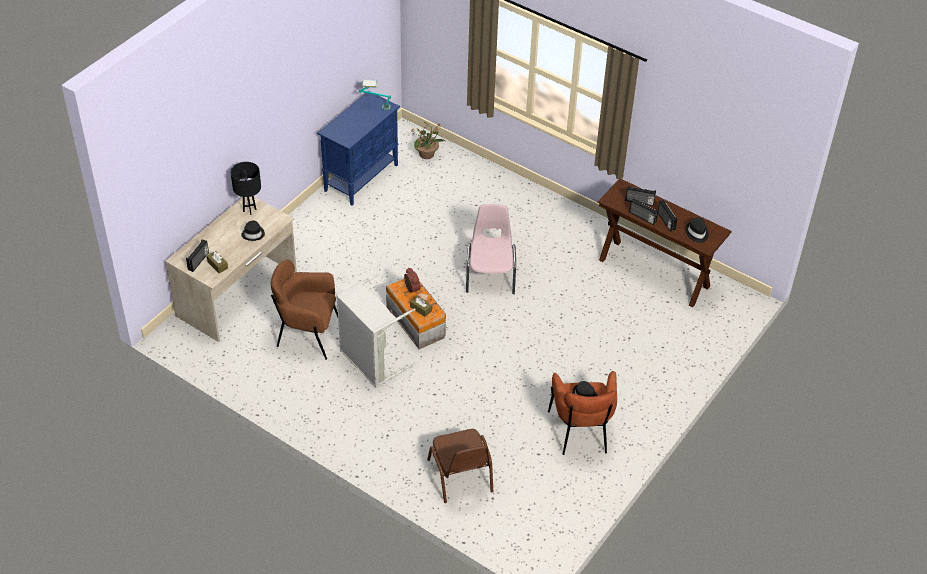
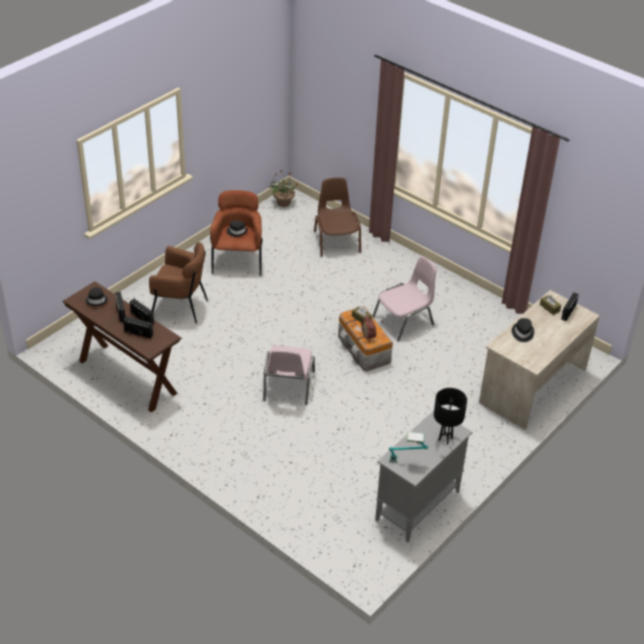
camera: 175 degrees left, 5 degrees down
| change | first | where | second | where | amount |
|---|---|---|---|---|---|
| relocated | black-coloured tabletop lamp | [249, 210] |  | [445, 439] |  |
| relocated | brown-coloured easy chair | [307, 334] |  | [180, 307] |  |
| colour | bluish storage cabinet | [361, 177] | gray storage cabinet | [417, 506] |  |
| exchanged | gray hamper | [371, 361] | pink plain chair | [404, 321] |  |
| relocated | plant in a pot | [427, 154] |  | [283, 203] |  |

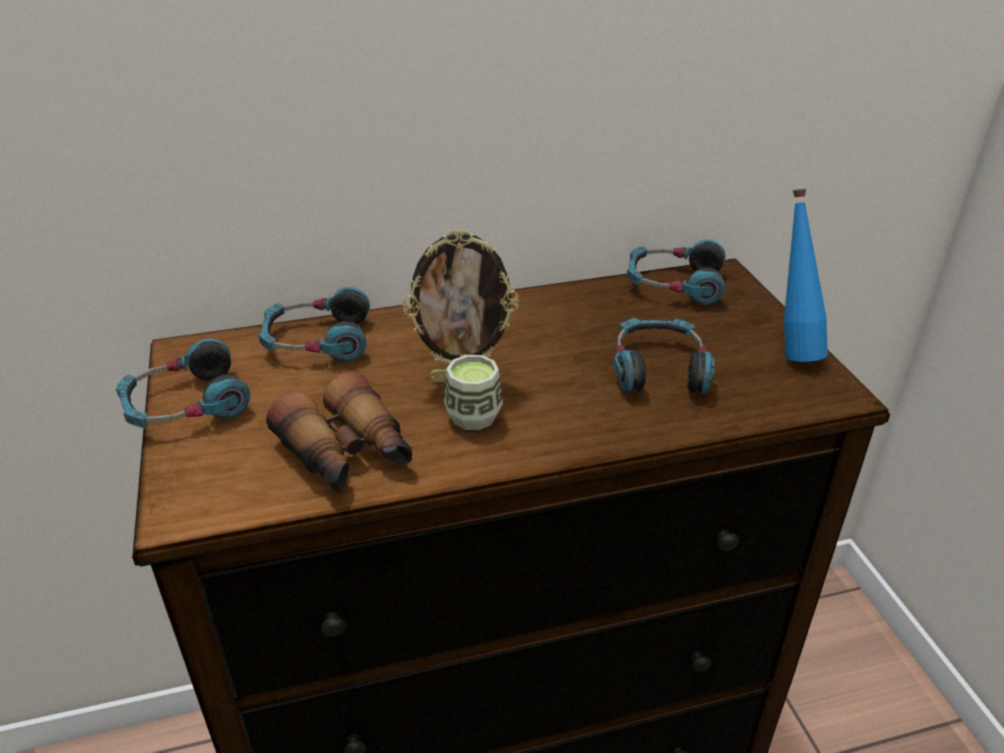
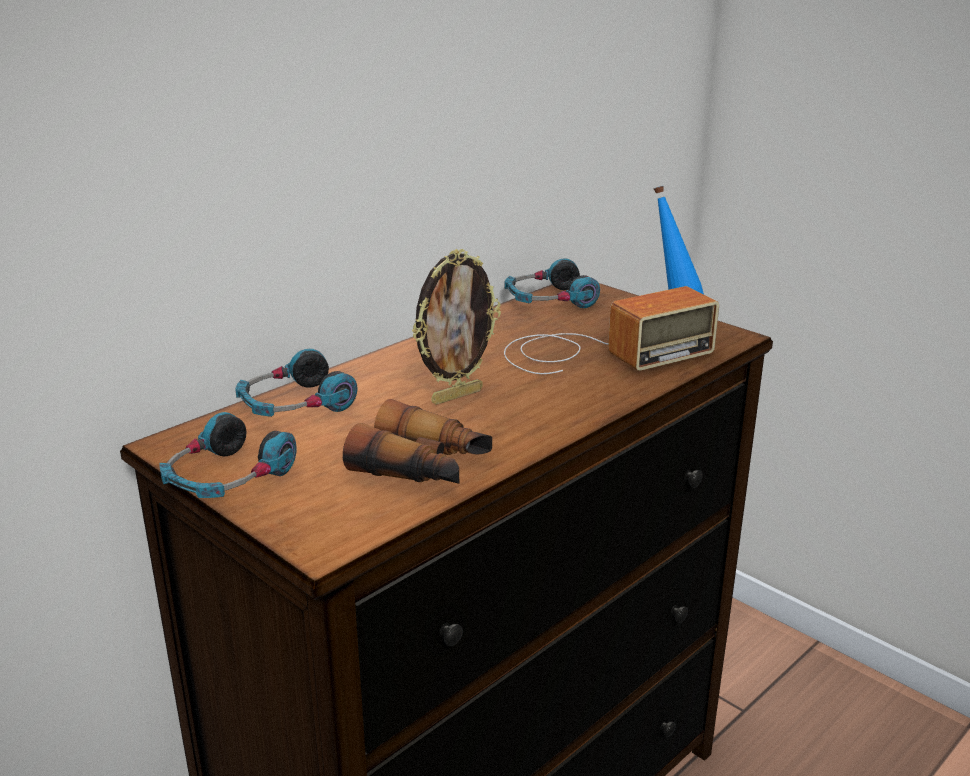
camera: 30 degrees left, 10 degrees down
| change | first | where | second | where | amount |
|---|---|---|---|---|---|
| missing | drinking cup | [473, 416] |  |  |  |
| exchanged | pair of headphones | [659, 368] | radio set | [598, 352] |  |

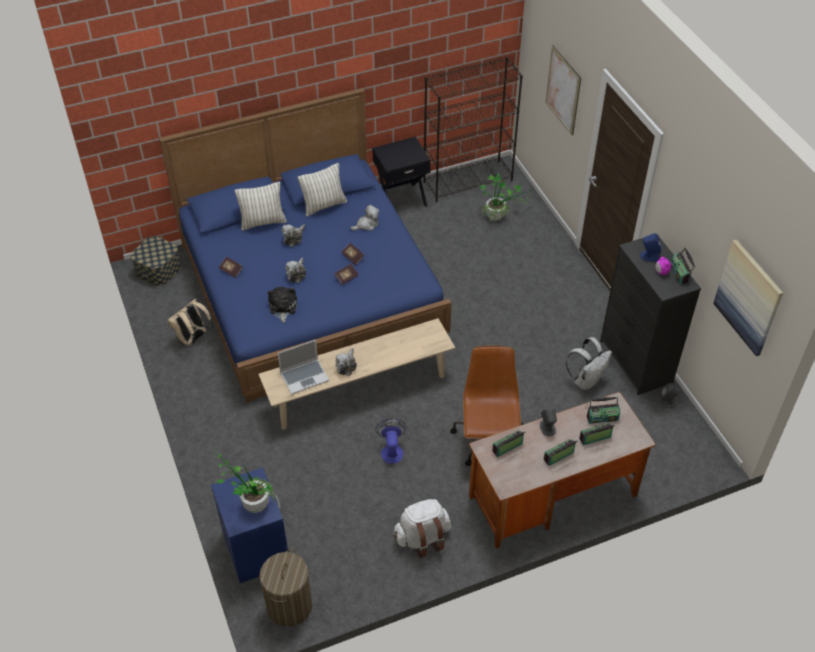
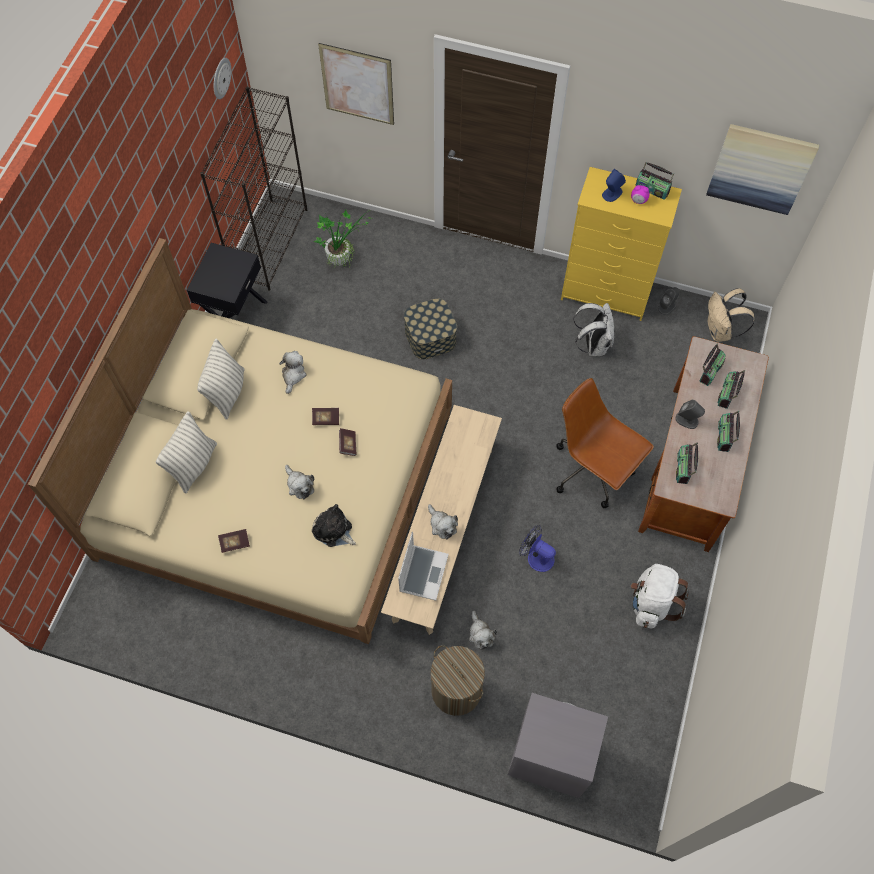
camera: 50 degrees left, 15 degrees up
| change | first | where | second | where | amount |
|---|---|---|---|---|---|
| relocated | storage box | [158, 270] |  | [430, 337] |  |
| colour | bluish bed | [310, 290] | sand-coloured bed | [276, 483] |  |
| relocated | sand-coloured backpack | [193, 338] |  | [720, 331] |  |
| colour | bluish night table | [256, 548] | gray night table | [551, 755] |  |
| missing | plant in a pot | [251, 503] |  |  |  |
| relocated | hamper | [289, 606] |  | [456, 690] |  |
| relocated | plush toy | [293, 238] |  | [480, 634] |  |
| colour | black-coloured dresser | [636, 362] | yellow-coloured dresser | [606, 293] |  |
| appeared |  |  | clock on the wall | [221, 78] |  |

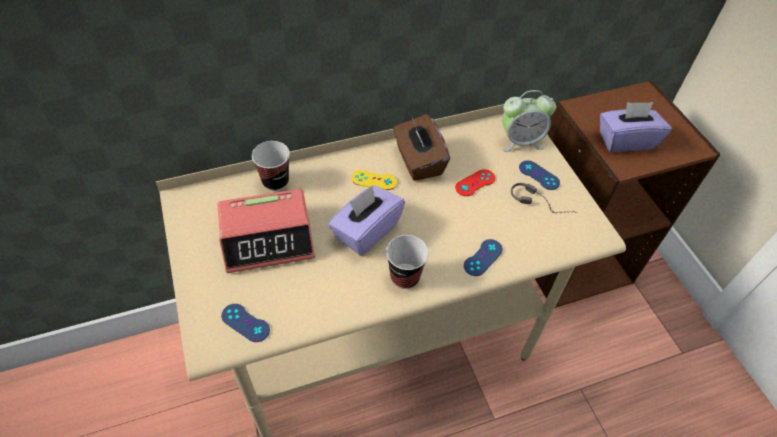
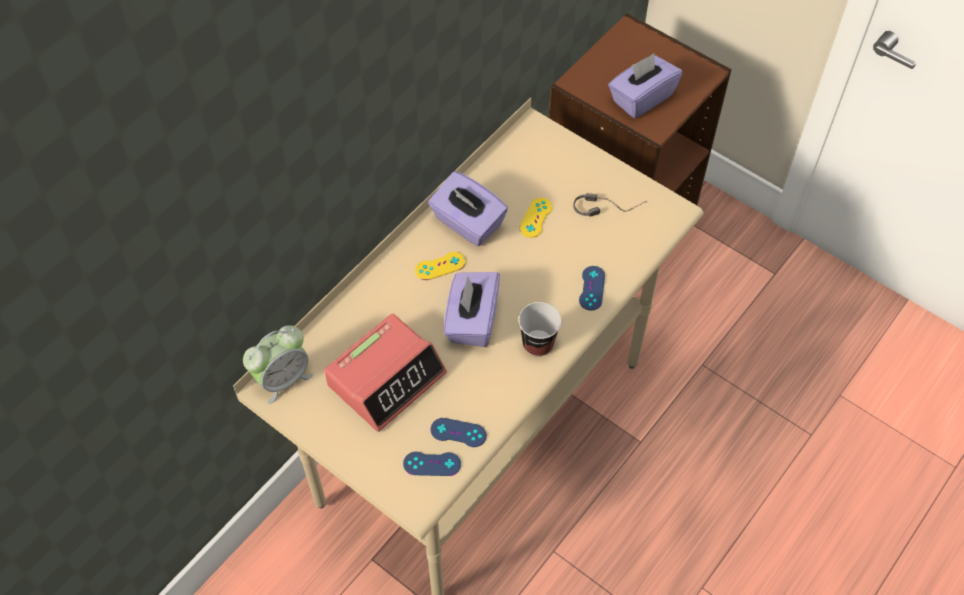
camera: 30 degrees left, 5 degrees up
| change | first | where | second | where | amount |
|---|---|---|---|---|---|
| missing | drinking cup | [275, 181] |  |  |  |
| colour | brown-coloured tissue holder | [418, 161] | purple-coloured tissue holder | [467, 223] |  |
| colour | reddish game controller | [475, 183] | yellow-coloured game controller | [536, 218] |  |
| relocated | alarm clock | [520, 141] |  | [282, 379] |  |
| relocated | bluish game controller | [539, 175] |  | [458, 432] |  |

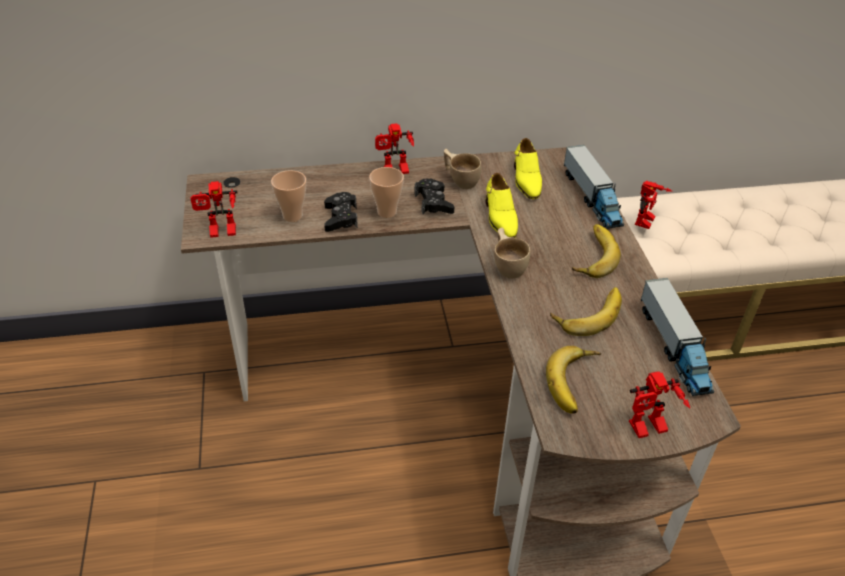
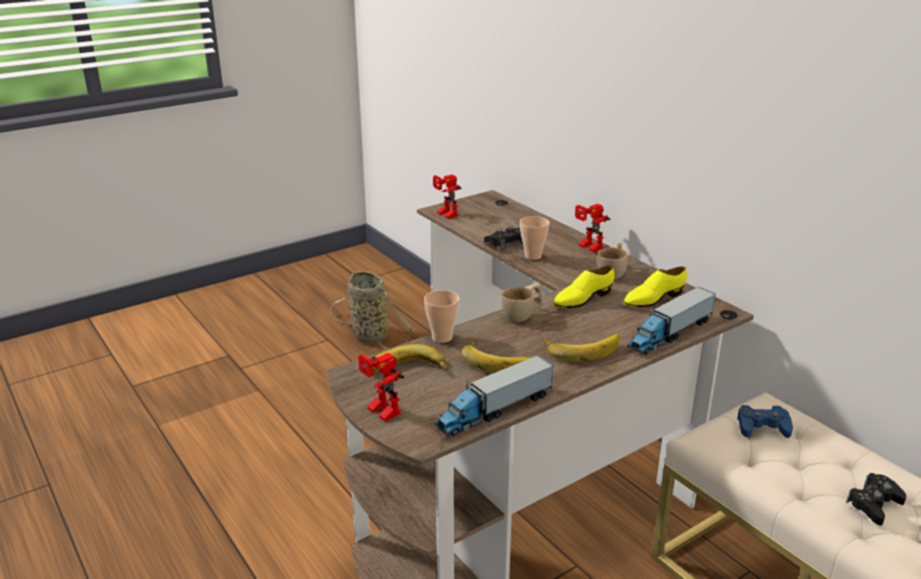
camera: 65 degrees right, 15 degrees down
| change | first | where | second | where | amount |
|---|---|---|---|---|---|
| relocated | drinking cup | [292, 216] |  | [442, 337] |  |
| relocated | black-coloured game controller | [433, 203] |  | [874, 504] |  |
| exchanged | toy robot | [647, 223] | bluish game controller | [762, 427] |  |
| appeared |  |  | basket | [368, 334] |  |

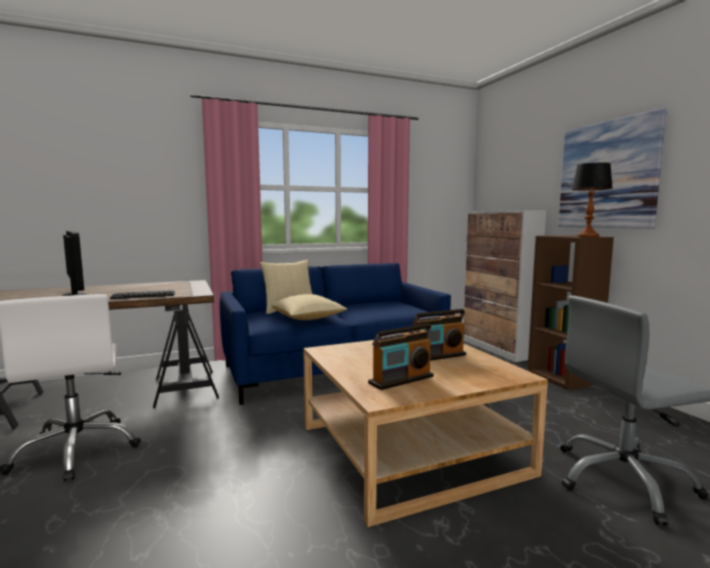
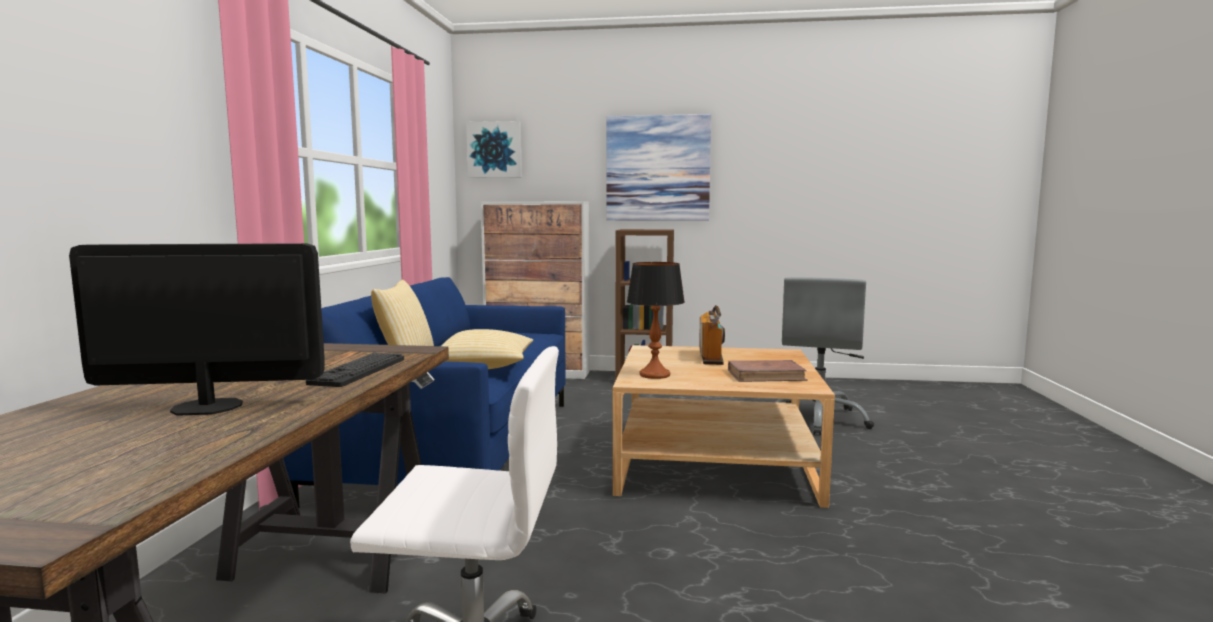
camera: 60 degrees left, 0 degrees up
| change | first | where | second | where | amount |
|---|---|---|---|---|---|
| exchanged | radio set | [401, 380] | brown-coloured book | [766, 375] |  |
| relocated | tabletop lamp | [587, 236] |  | [654, 375] |  |
| appeared |  |  | picture | [494, 150] |  |

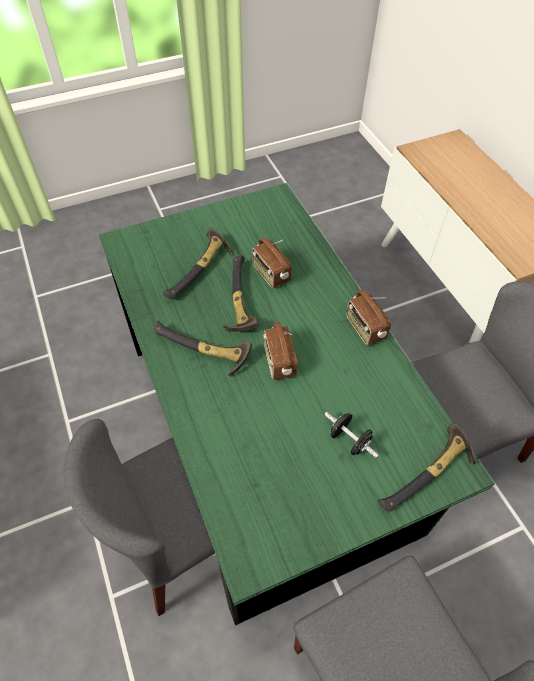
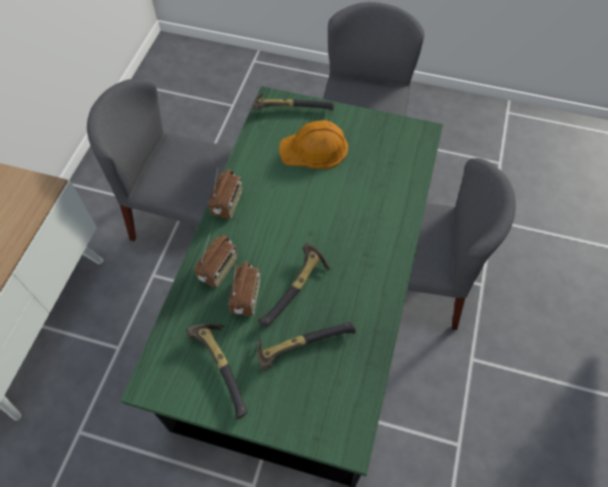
camera: 140 degrees left, 5 degrees up
| change | first | where | second | where | amount |
|---|---|---|---|---|---|
| relocated | tool hammer | [203, 352] |  | [223, 367] |  |
| relocated | radio set | [278, 362] |  | [219, 269] |  |
| exchanged | black-coloured free weight | [349, 440] | orange work helmet | [314, 149] |  |

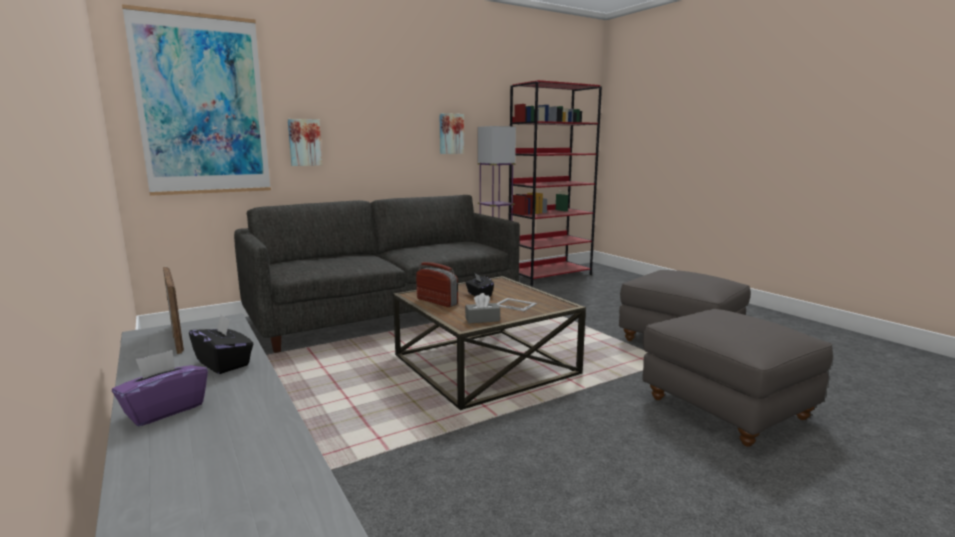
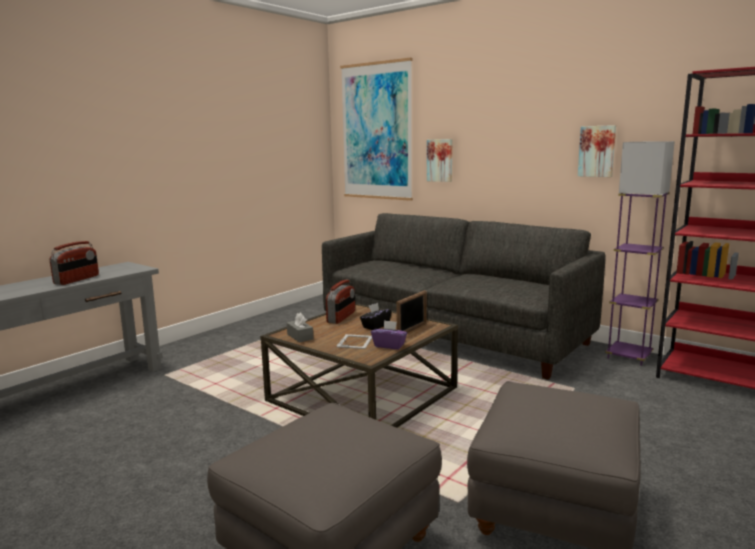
camera: 70 degrees right, 0 degrees up
| change | first | where | second | where | amount |
|---|---|---|---|---|---|
| relocated | purple-coloured tissue holder | [165, 410] |  | [389, 345] |  |
| relocated | picture frame | [177, 338] |  | [412, 330] |  |
| exchanged | black-coloured tissue holder | [224, 363] | radio set | [77, 280] |  |

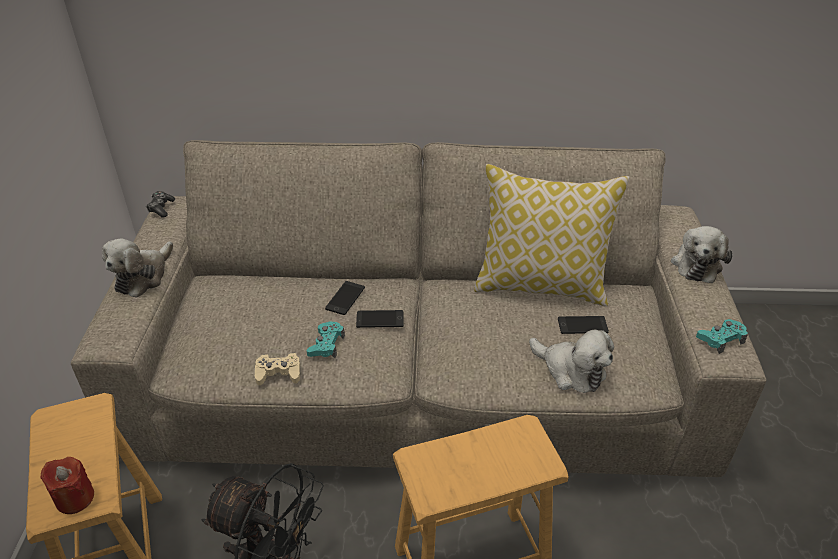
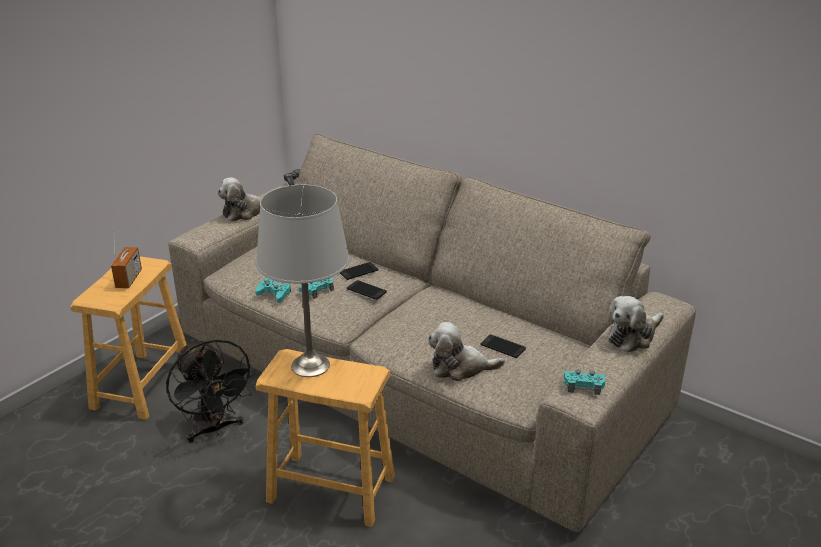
camera: 35 degrees right, 10 degrees down
| change | first | where | second | where | amount |
|---|---|---|---|---|---|
| missing | reddish wax light | [75, 498] |  |  |  |
| colour | sand-coloured game controller | [278, 373] | turquoise game controller | [274, 294] |  |
| missing | throw pillow | [541, 285] |  |  |  |
| spun | plush toy | [571, 370] |  | [460, 368] | 105 degrees clockwise |
| appeared |  |  | radio set | [129, 279] |  |
| appeared |  |  | gray tabletop lamp | [309, 365] |  |

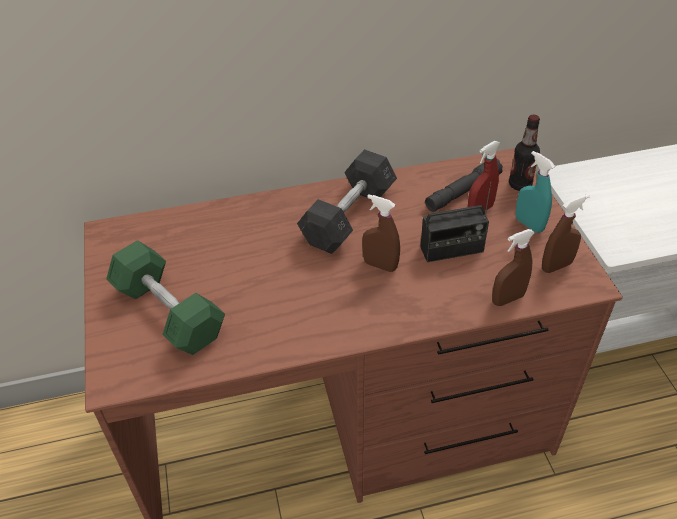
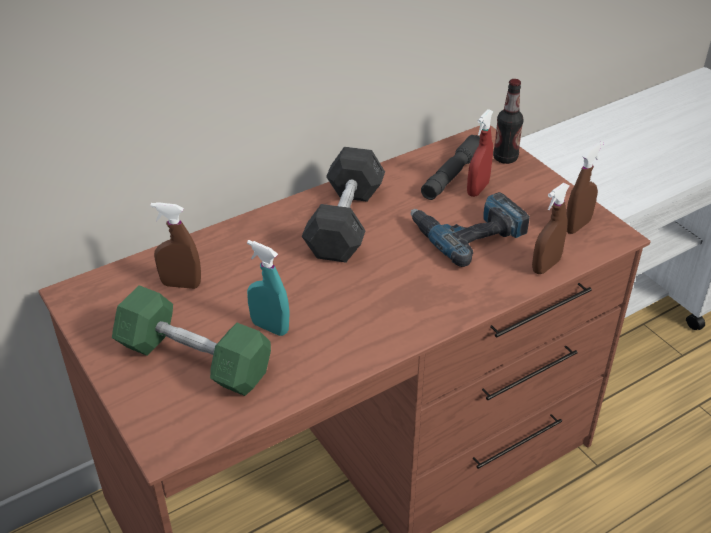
camera: 20 degrees left, 5 degrees down
| change | first | where | second | where | amount |
|---|---|---|---|---|---|
| relocated | brown-coloured spray bottle | [380, 265] |  | [181, 284] |  |
| exchanged | radio set | [452, 250] | power drill | [468, 232] |  |
| relocated | turquoise spray bottle | [529, 224] |  | [270, 327] |  |

